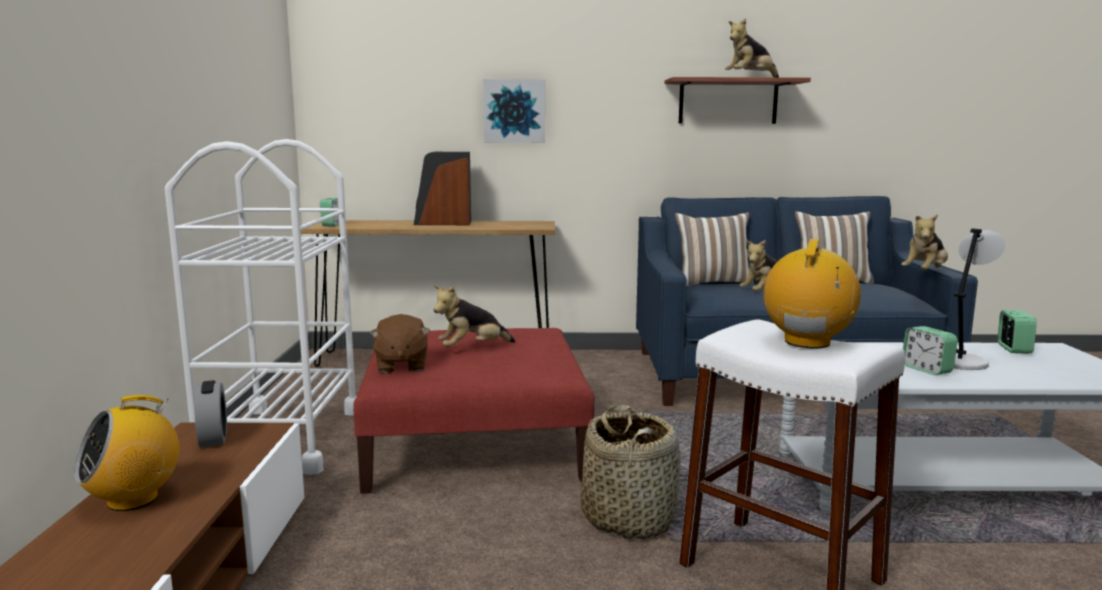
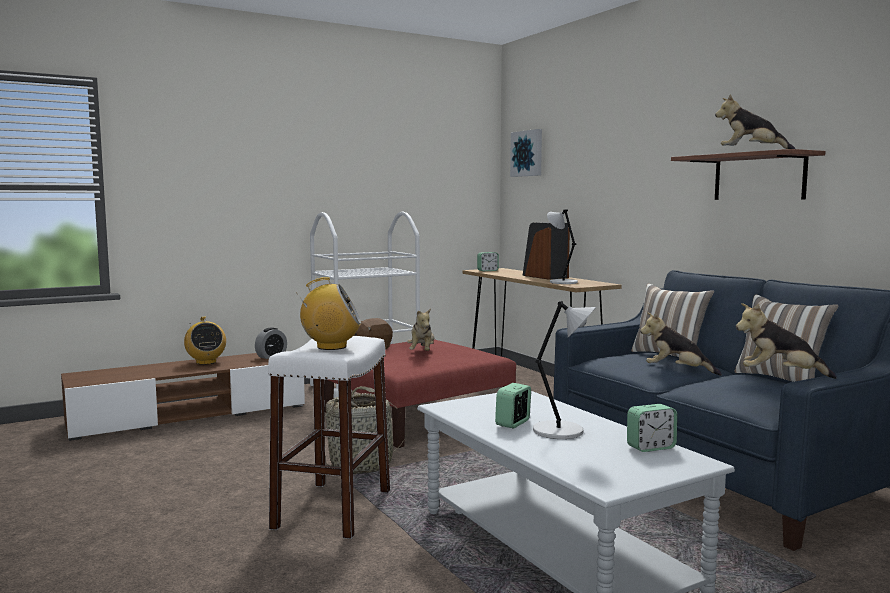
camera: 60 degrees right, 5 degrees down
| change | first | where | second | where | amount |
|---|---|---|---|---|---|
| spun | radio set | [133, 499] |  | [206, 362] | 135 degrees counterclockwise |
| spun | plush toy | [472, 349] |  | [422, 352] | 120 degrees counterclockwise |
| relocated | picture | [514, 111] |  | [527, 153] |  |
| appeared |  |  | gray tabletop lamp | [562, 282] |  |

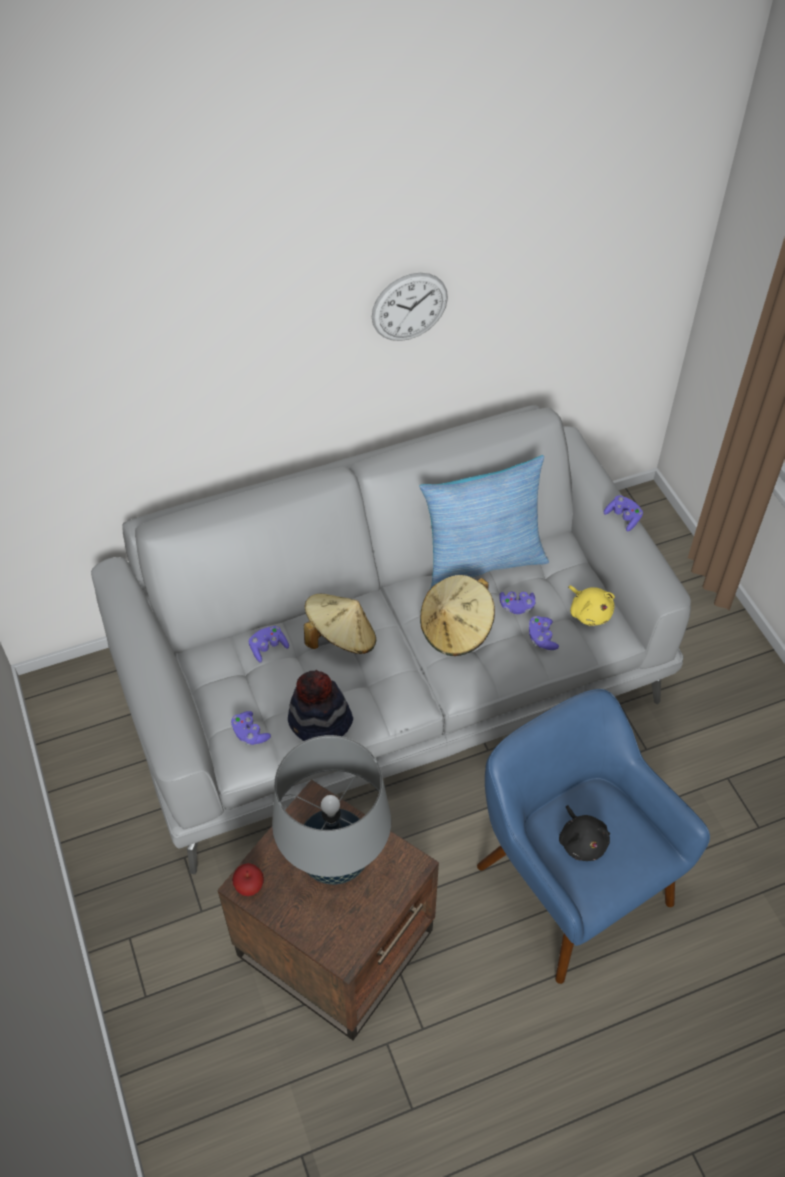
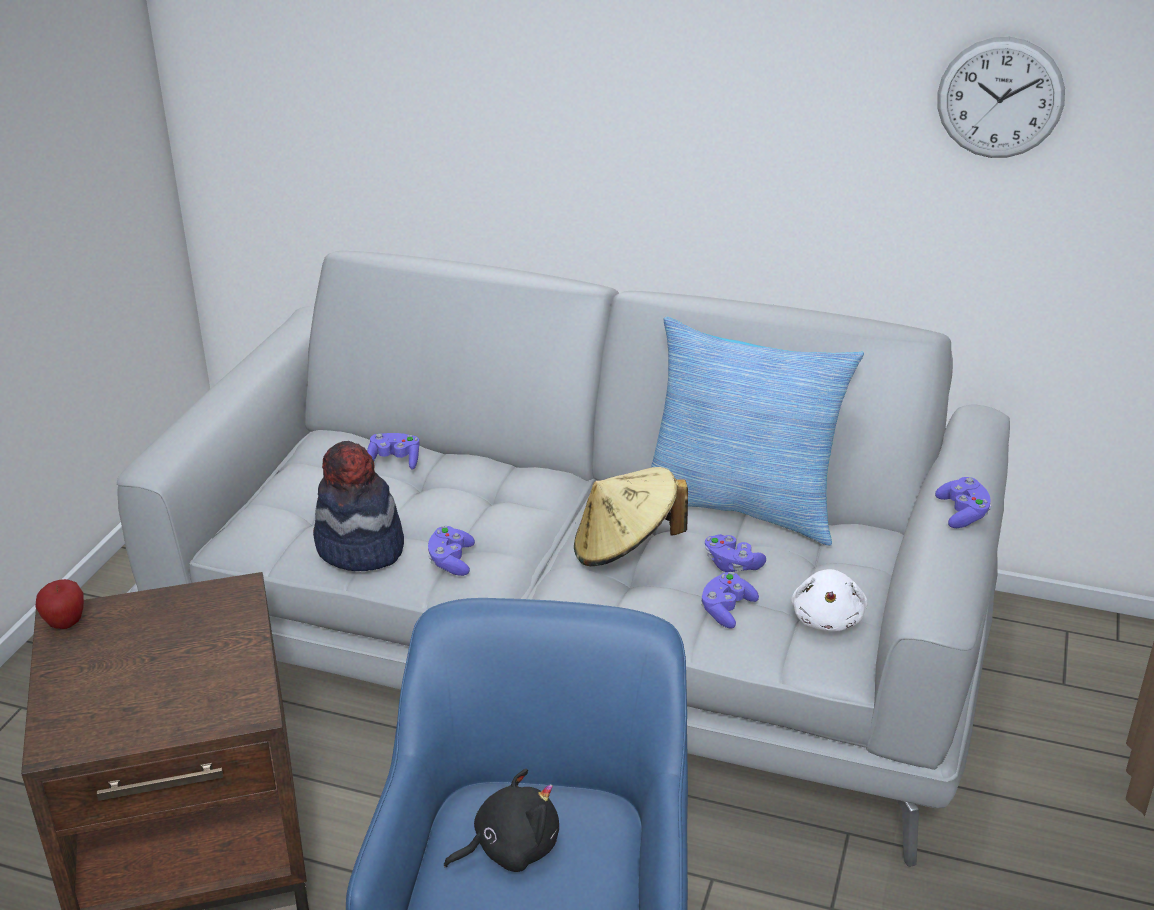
camera: 40 degrees right, 20 degrees down
| change | first | where | second | where | amount |
|---|---|---|---|---|---|
| relocated | purple-coloured game controller | [250, 734] |  | [451, 561] |  |
| missing | gray tabletop lamp | [335, 860] |  |  |  |
| missing | sand-coloured wearable hat | [340, 638] |  |  |  |
| relocated | clock on the wall | [409, 307] |  | [1000, 98] |  |
| spun | black-coloured plush toy | [582, 841] |  | [510, 848] | 135 degrees counterclockwise |
| colour | yellow-coloured plush toy | [589, 612] | white-coloured plush toy | [827, 619] |  |

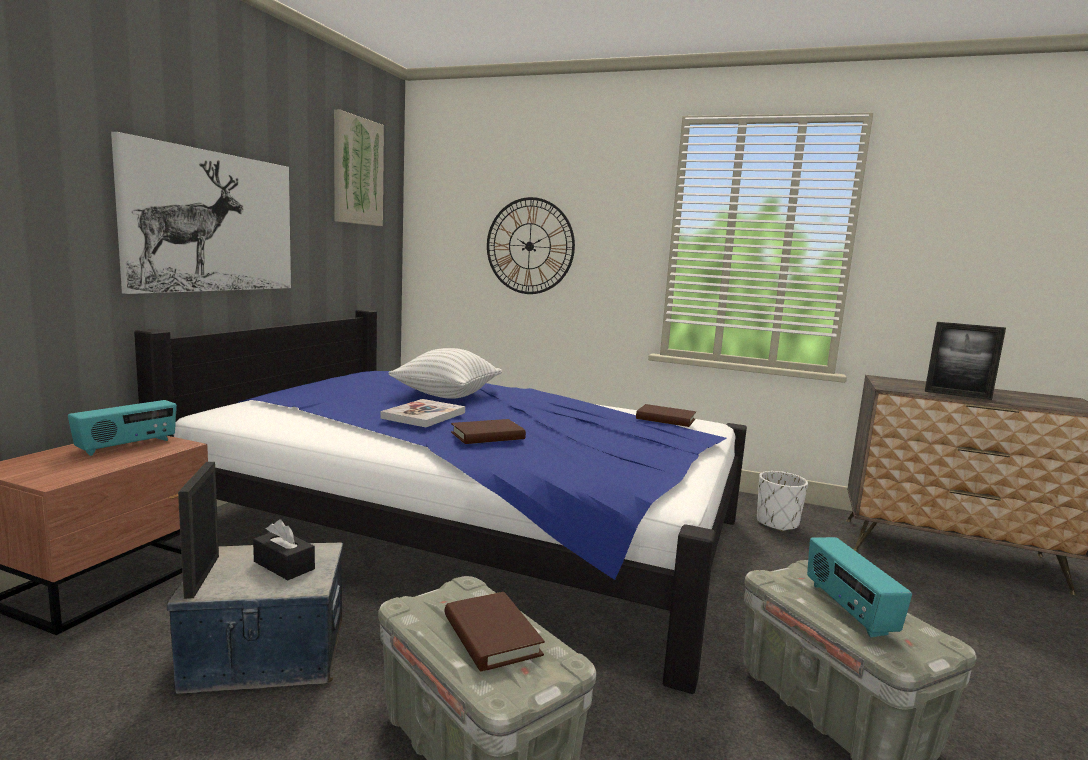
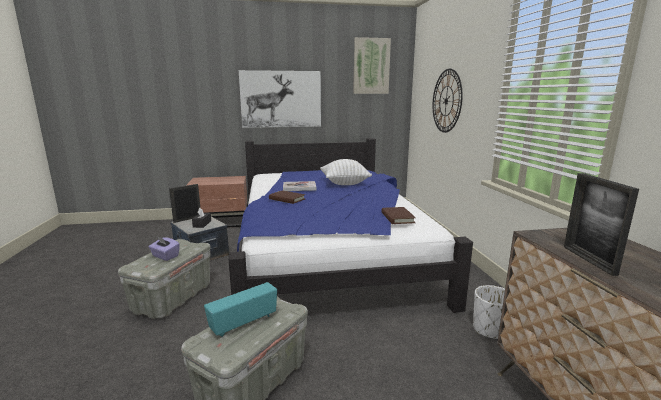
camera: 60 degrees right, 5 degrees up
| change | first | where | second | where | amount |
|---|---|---|---|---|---|
| missing | radio set | [127, 446] |  |  |  |
| exchanged | brown-coloured book | [491, 635] | purple-coloured tissue holder | [165, 256] |  |

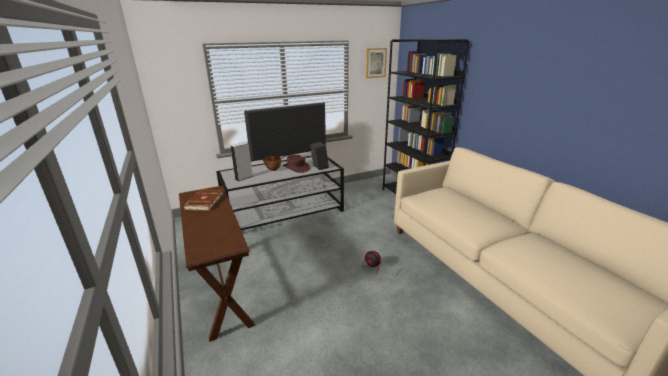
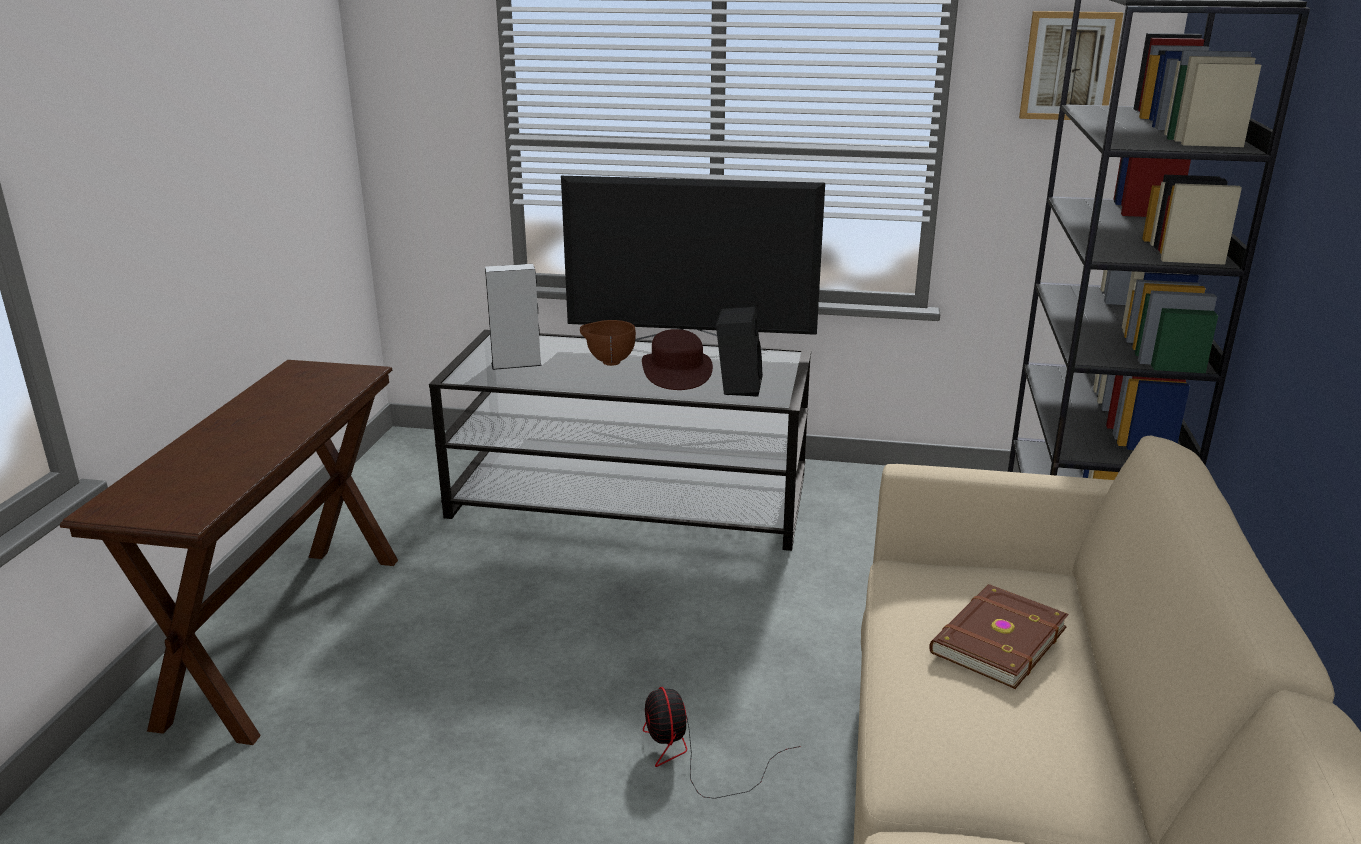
camera: 35 degrees right, 0 degrees up
| change | first | where | second | where | amount |
|---|---|---|---|---|---|
| relocated | brown-coloured book | [203, 201] |  | [995, 639] |  |

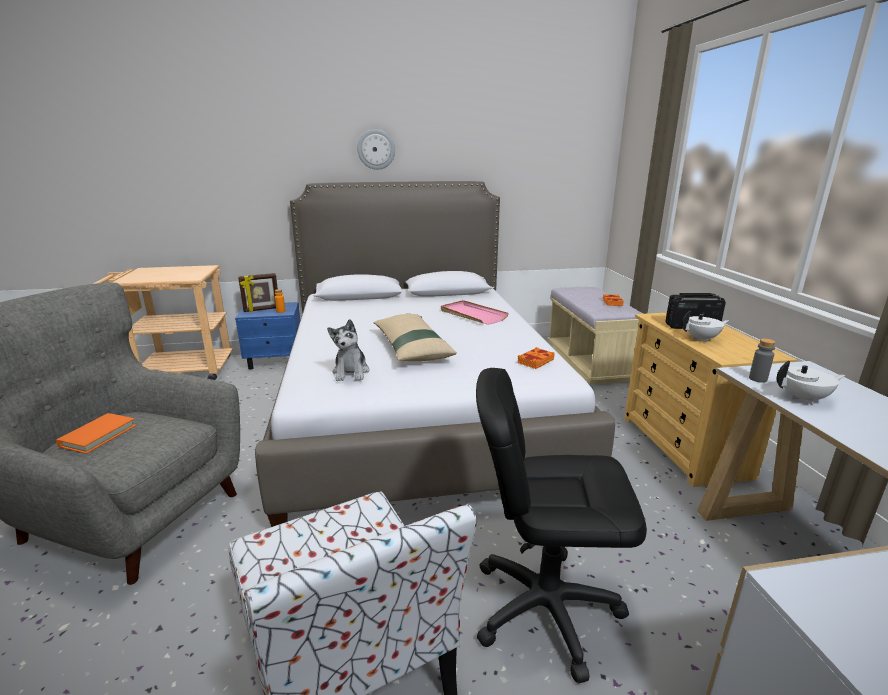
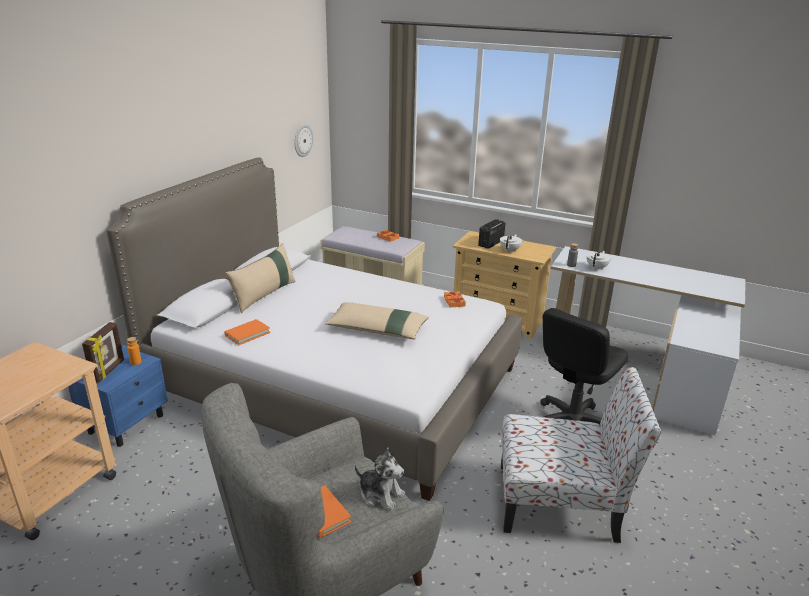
camera: 55 degrees left, 5 degrees up
| change | first | where | second | where | amount |
|---|---|---|---|---|---|
| relocated | plush toy | [351, 372] |  | [380, 494] |  |
| relocated | clock on the wall | [376, 149] |  | [302, 140] |  |
| missing | pink serving tray | [472, 315] |  |  |  |
| appeared |  |  | orange book | [247, 334] |  |
| appeared |  |  | sand-coloured throw pillow | [264, 295] |  |

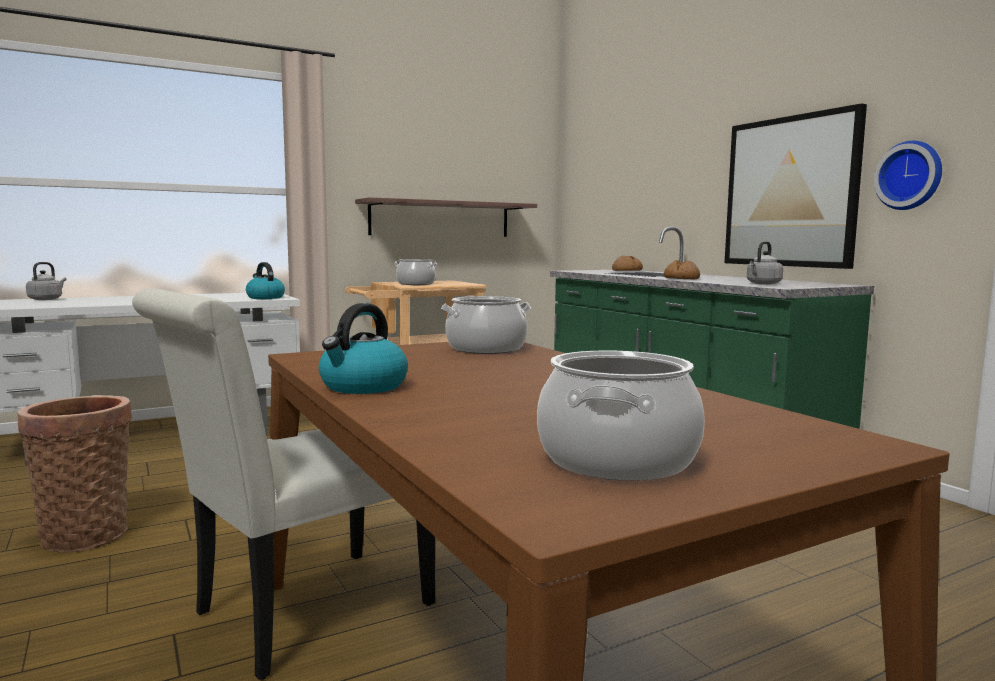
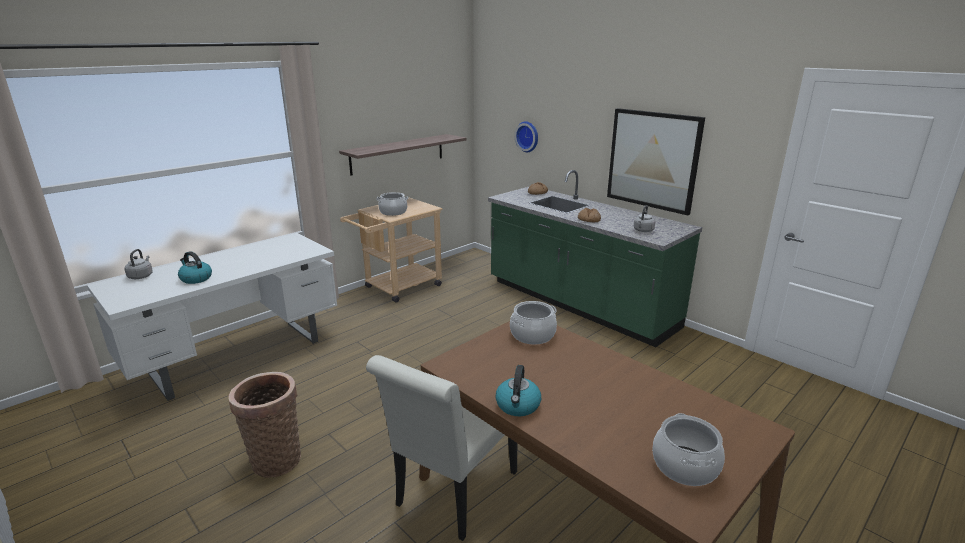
camera: 15 degrees left, 15 degrees up
| change | first | where | second | where | amount |
|---|---|---|---|---|---|
| relocated | kettle | [265, 297] |  | [195, 278] |  |
| relocated | clock on the wall | [910, 176] |  | [528, 136] |  |

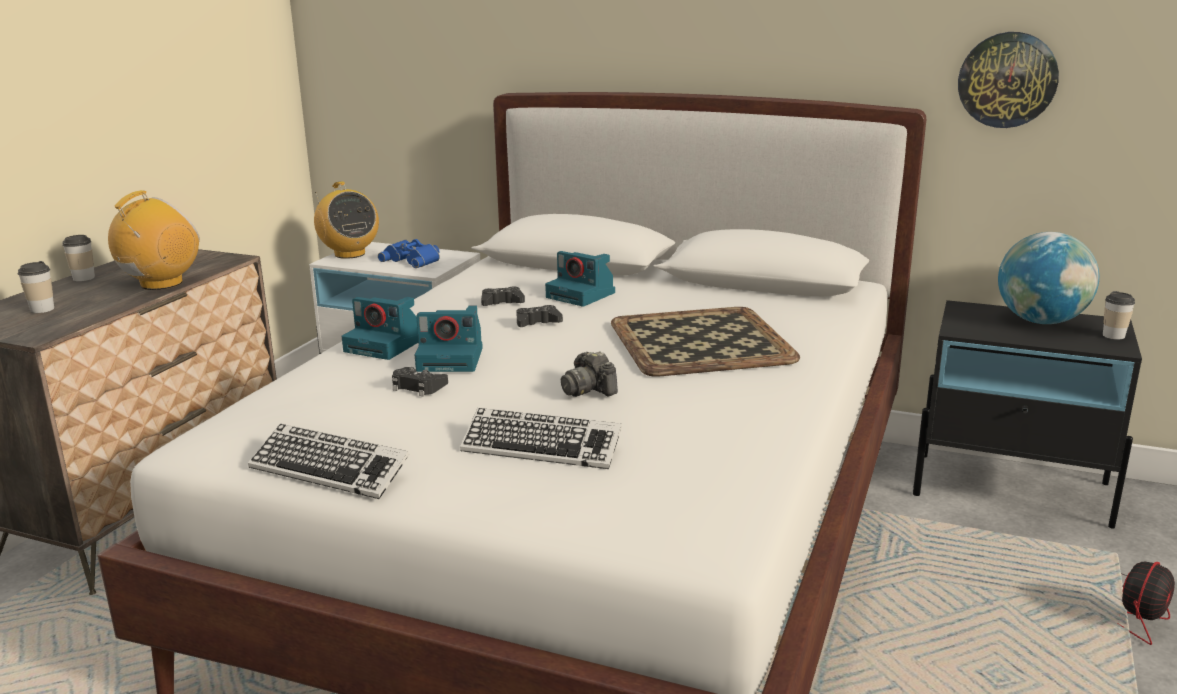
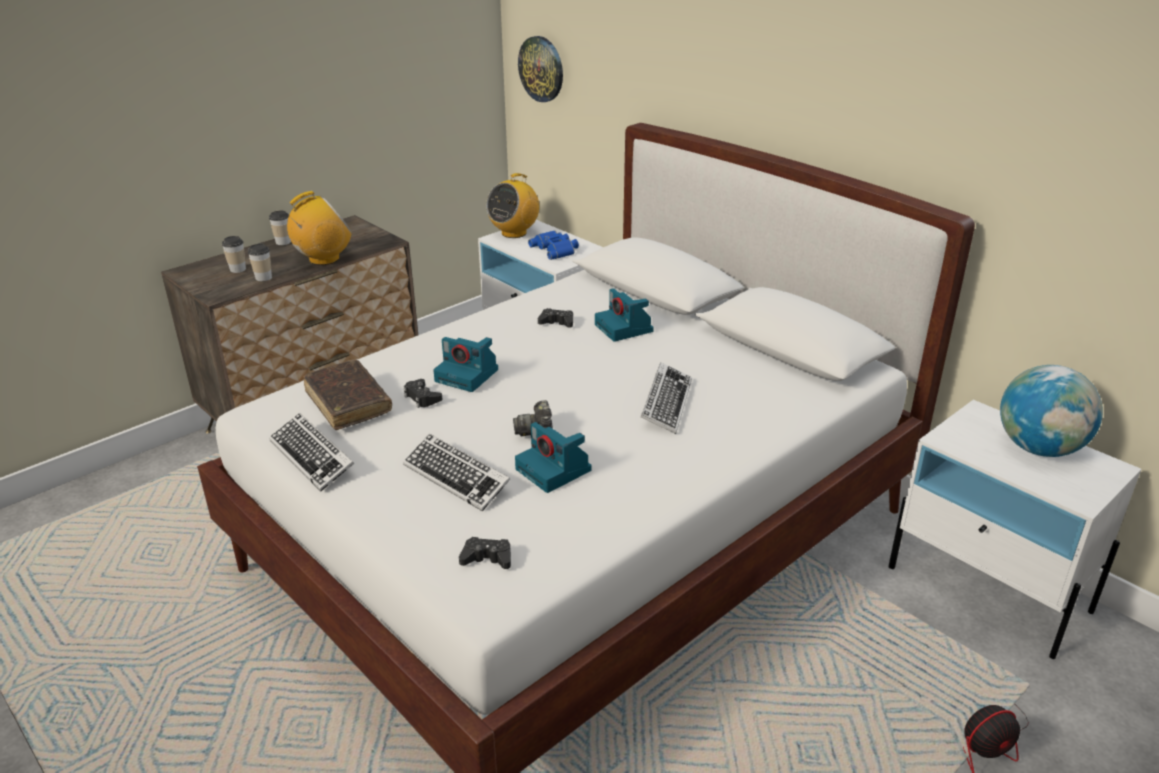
camera: 25 degrees right, 10 degrees up
| change | first | where | second | where | amount |
|---|---|---|---|---|---|
| spun | radio set | [349, 254] |  | [514, 233] | 45 degrees clockwise |
| relocated | still camera | [385, 345] |  | [555, 470] |  |
| relocated | black-coloured game controller | [537, 323] |  | [487, 558] |  |
| exchanged | serving tray | [698, 341] | computer keyboard | [666, 403] |  |
| colour | black-coloured night table | [1012, 489] | white-coloured night table | [989, 589] |  |
| relocated | clock on the wall | [1007, 80] |  | [541, 69] |  |
| relocated | drinking cup | [1113, 336] |  | [263, 278] |  |
| appeared |  |  | brown-coloured book | [348, 403] |  |

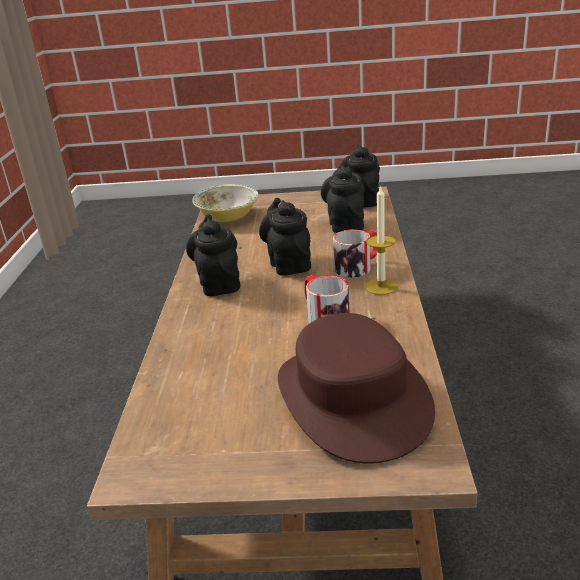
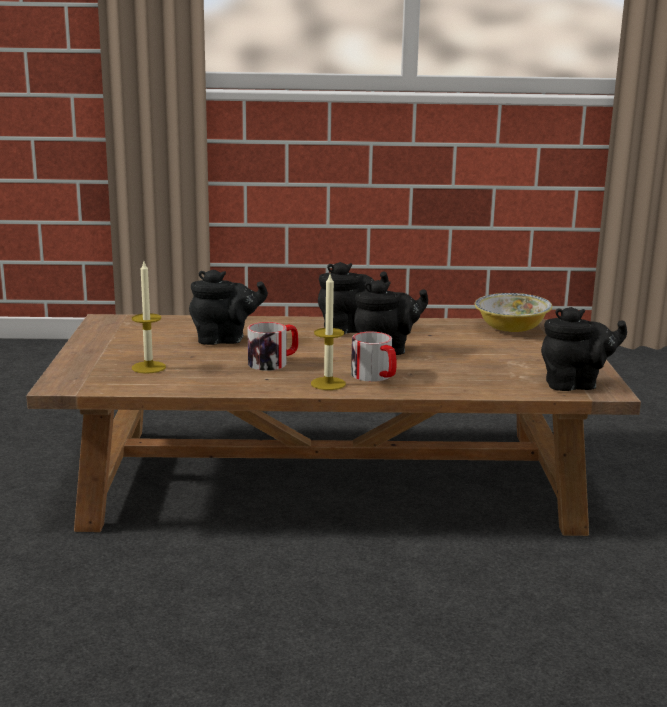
camera: 85 degrees right, 10 degrees down
| change | first | where | second | where | amount |
|---|---|---|---|---|---|
| exchanged | brown-coloured wearable hat | [351, 398] | wax light | [148, 367] |  |
| relocated | black-coloured tea pot | [345, 224] |  | [225, 340] |  |

